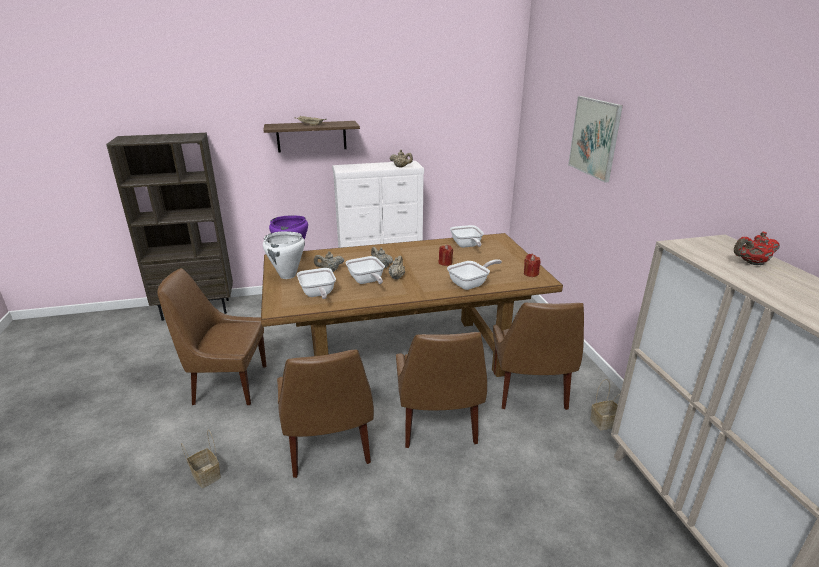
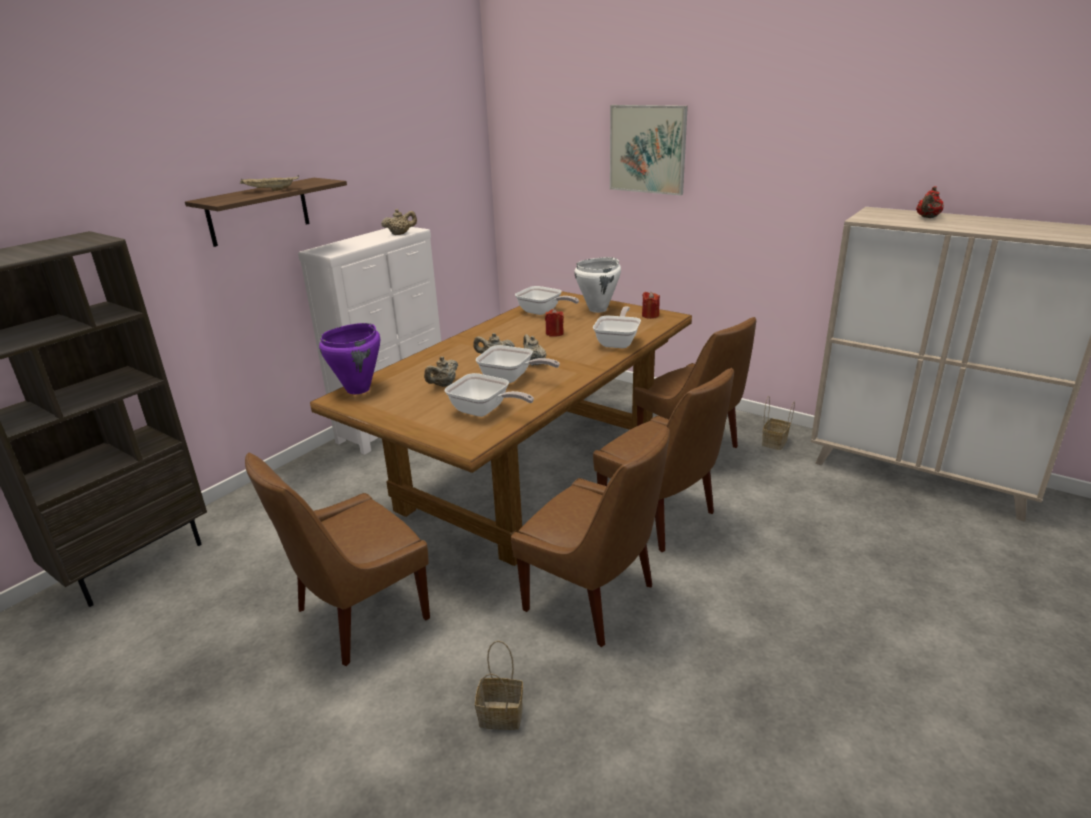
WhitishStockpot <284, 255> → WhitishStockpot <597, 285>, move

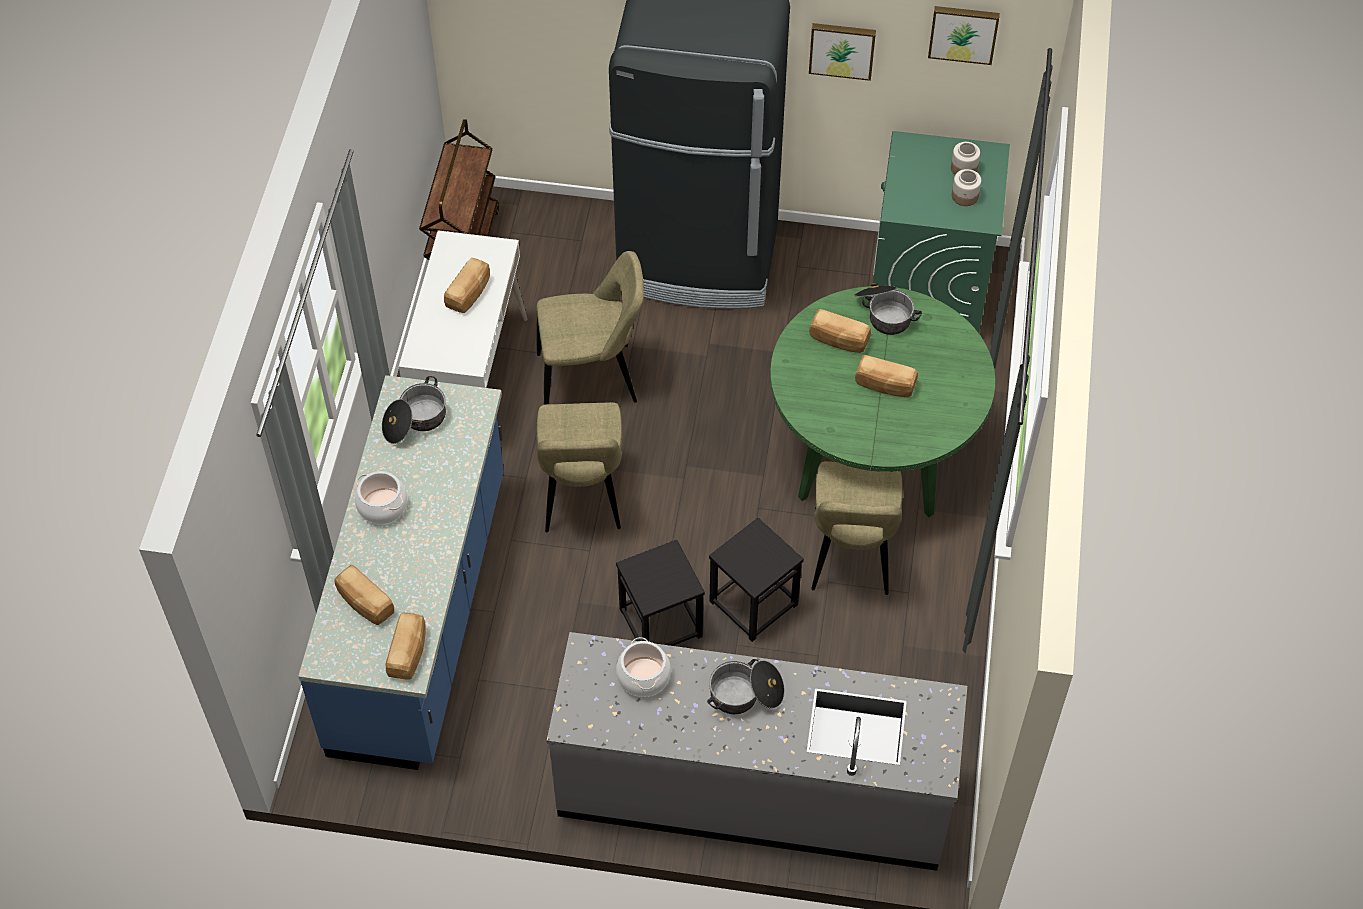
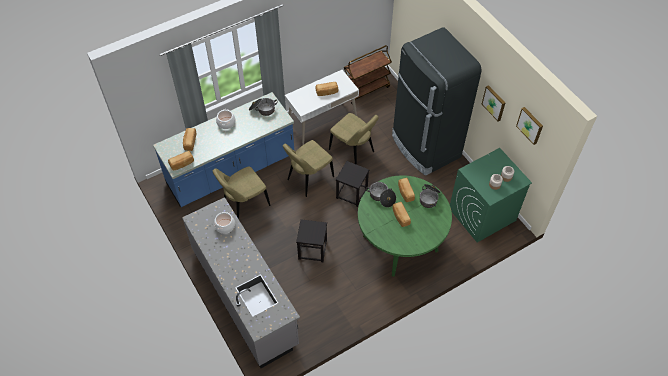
BlackishStoolSeat <660, 593> → BlackishStoolSeat <352, 184>, move
Stockpot <746, 686> → Stockpot <381, 194>, move
SandColouredPlainChair <857, 528> → SandColouredPlainChair <242, 192>, move

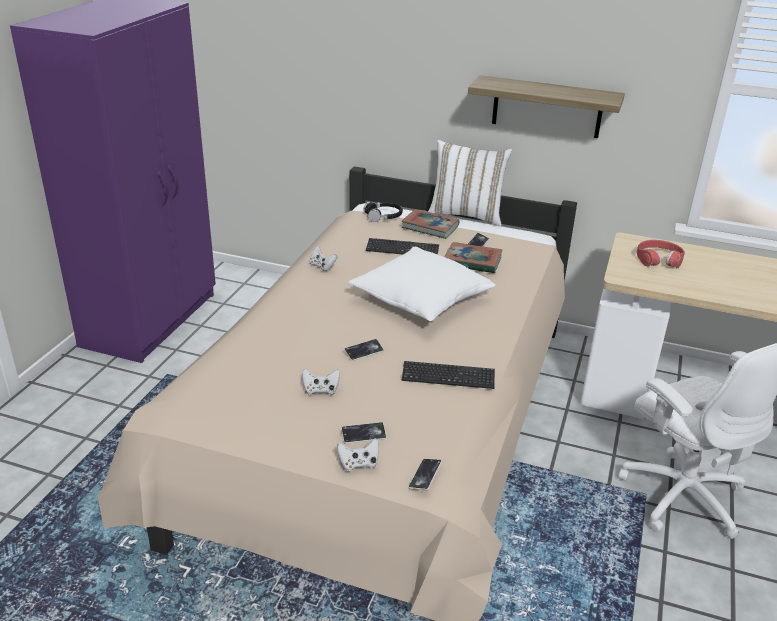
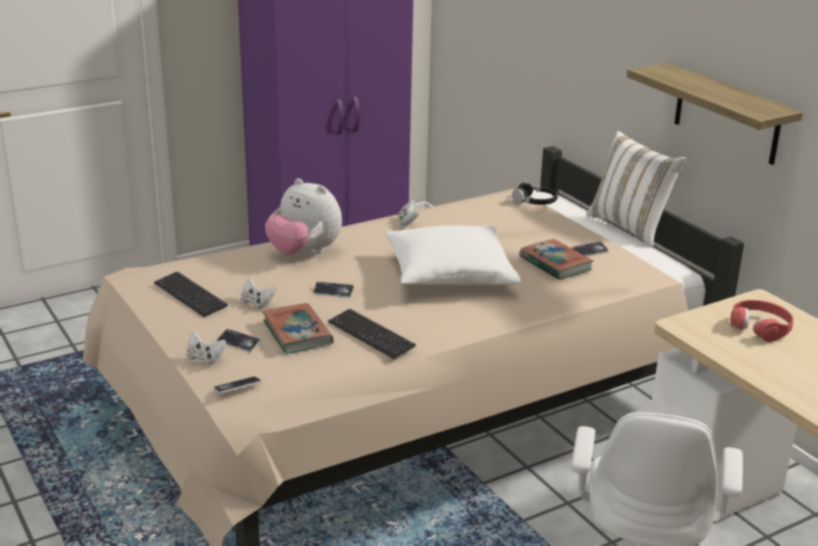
- → CuddlyToy <303, 216>
PcKeyboard <402, 246> → PcKeyboard <191, 294>, move
Volume <430, 224> → Volume <298, 328>, move

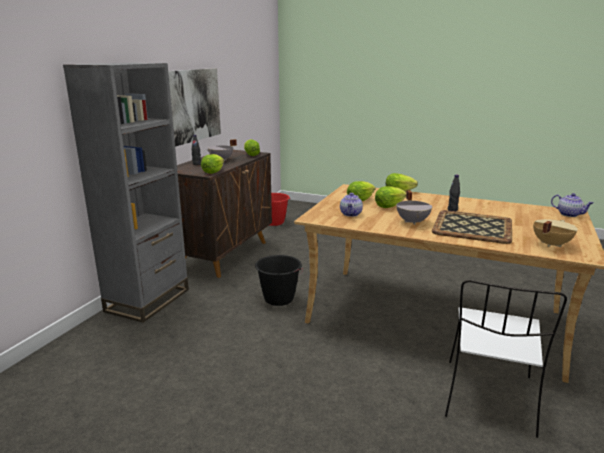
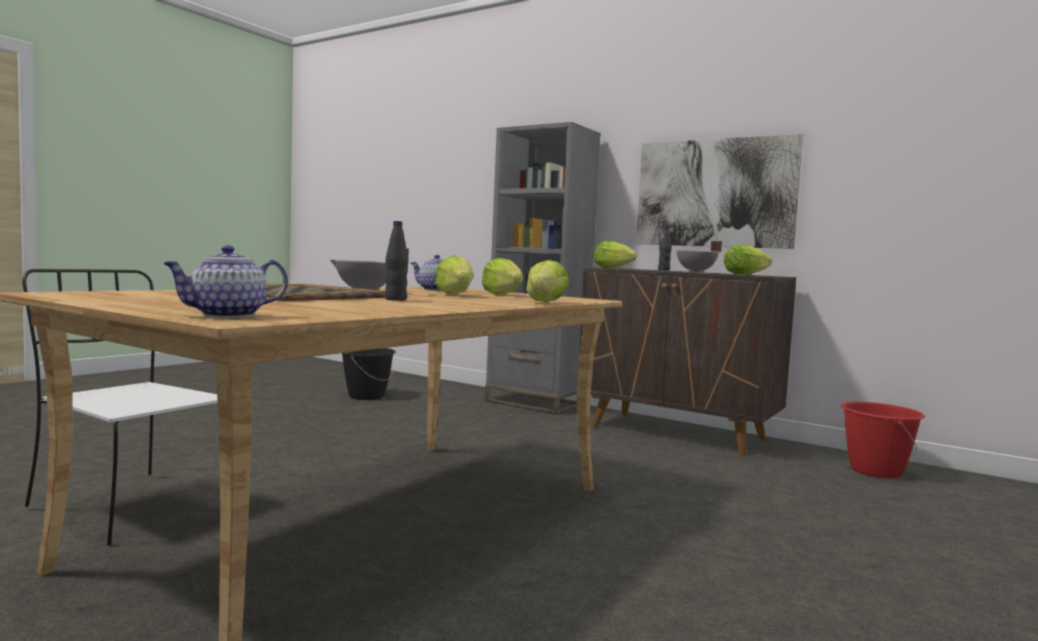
SandColouredStockpot <555, 233> → -
BlackishWaterBucket <279, 280> → BlackishWaterBucket <369, 374>, move

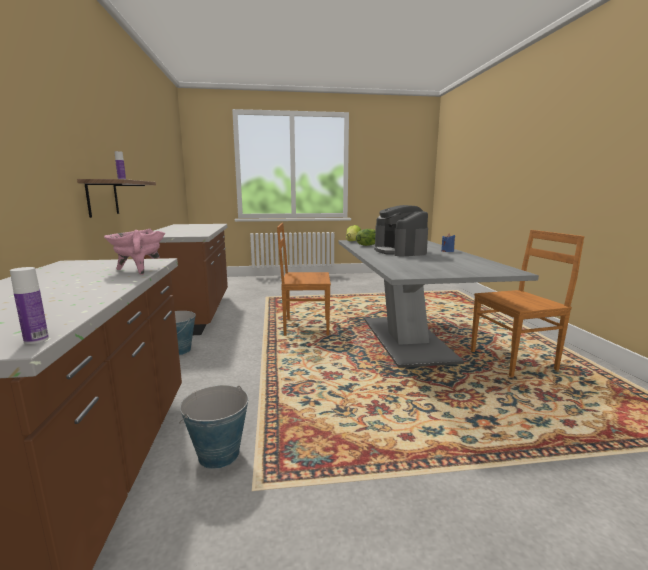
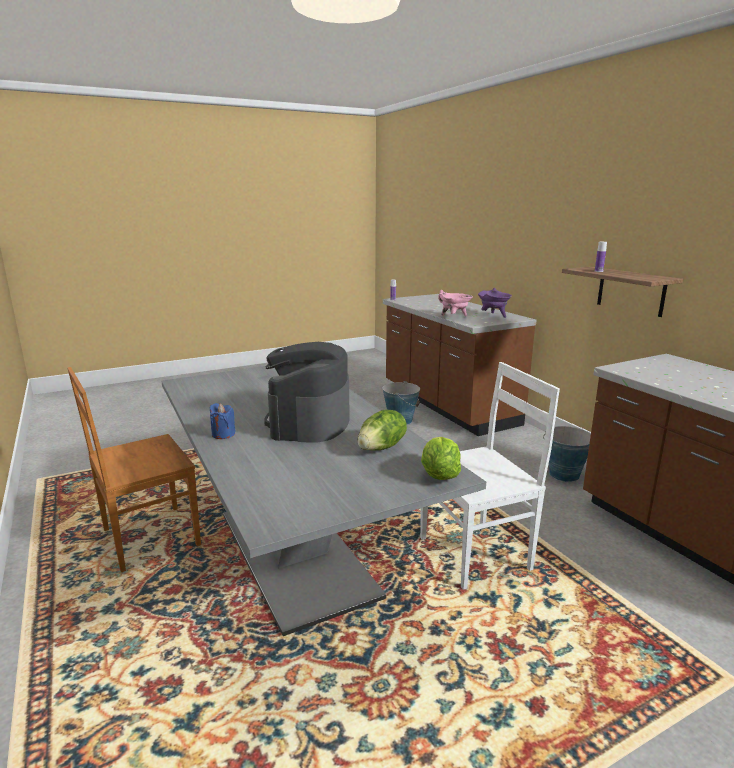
- → PurpleColouredStockpot <495, 302>
BrownPlainChair <304, 279> → WhitishPlainChair <490, 476>
CoffeeMaker <401, 231> → CoffeeMaker <307, 392>, 135 degrees counterclockwise

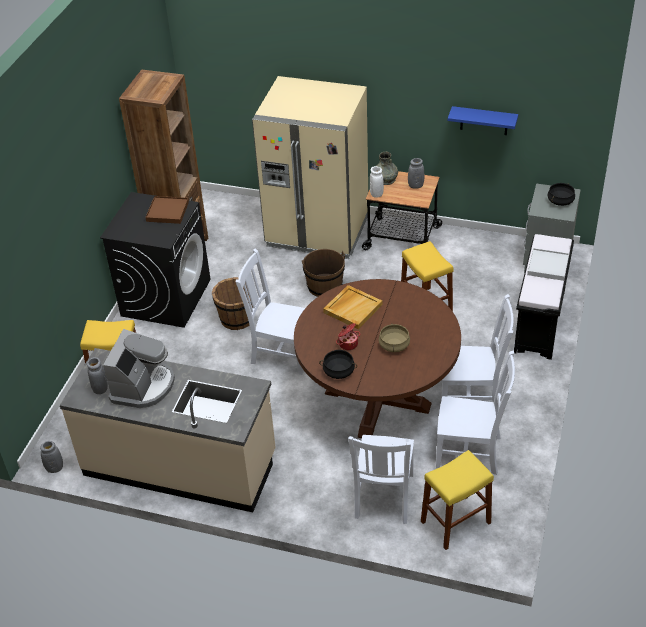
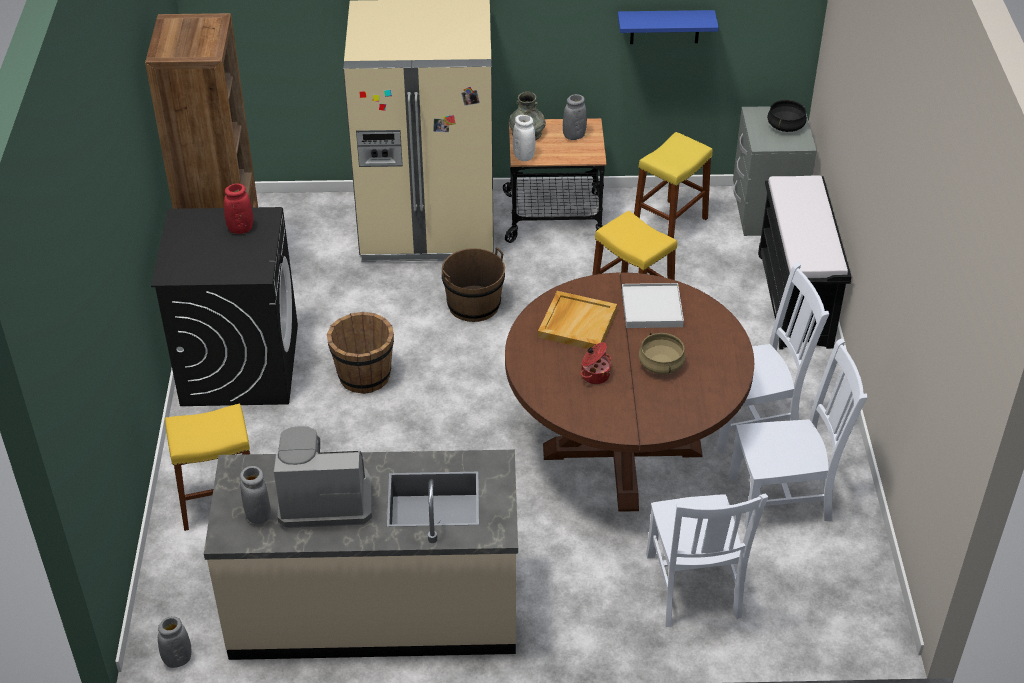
WhitishPlainChair <270, 312> → -
BlackishStockpot <338, 364> → -
YellowColouredStoolSeat <457, 500> → YellowColouredStoolSeat <673, 185>, move
WhitishServingTray <548, 264> → WhitishServingTray <653, 305>, move
BrownServingTray <167, 210> → RedDecorativeVase <238, 208>
CoffeeMaker <139, 368> → CoffeeMaker <323, 477>, 90 degrees counterclockwise

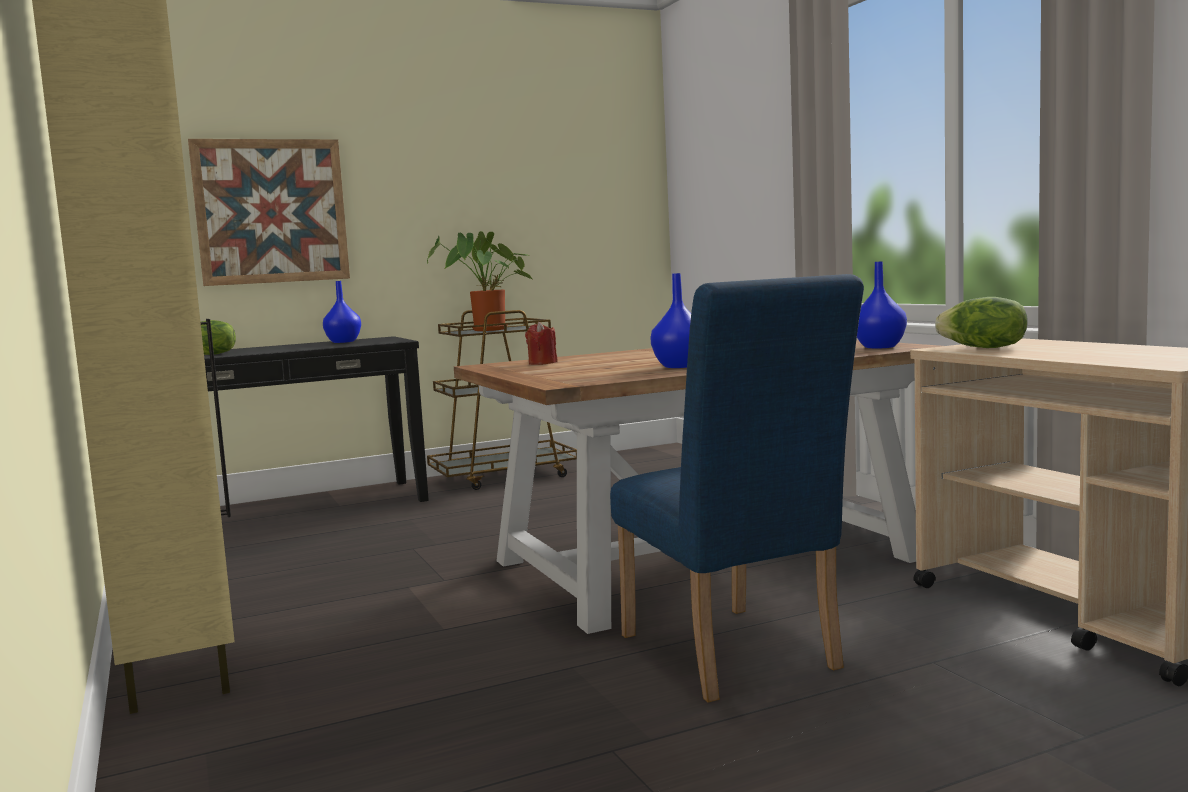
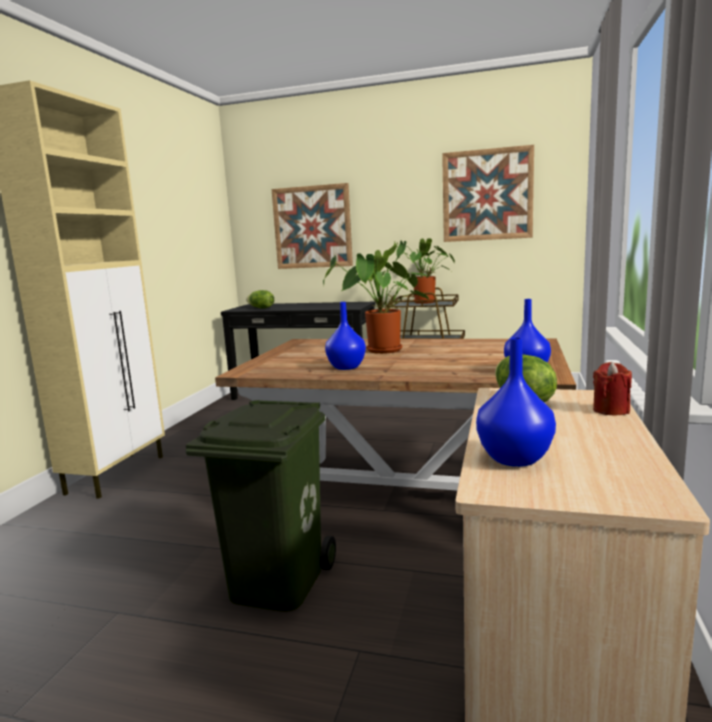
- → PottedPlant <376, 302>
- → WallPicture <488, 193>
BluishDecorativeVase <342, 312> → BluishDecorativeVase <516, 402>, move
RedWaxCandle <541, 343> → RedWaxCandle <612, 388>, move
BluishPlainChair <737, 488> → GreenColouredRubbishBin <261, 506>

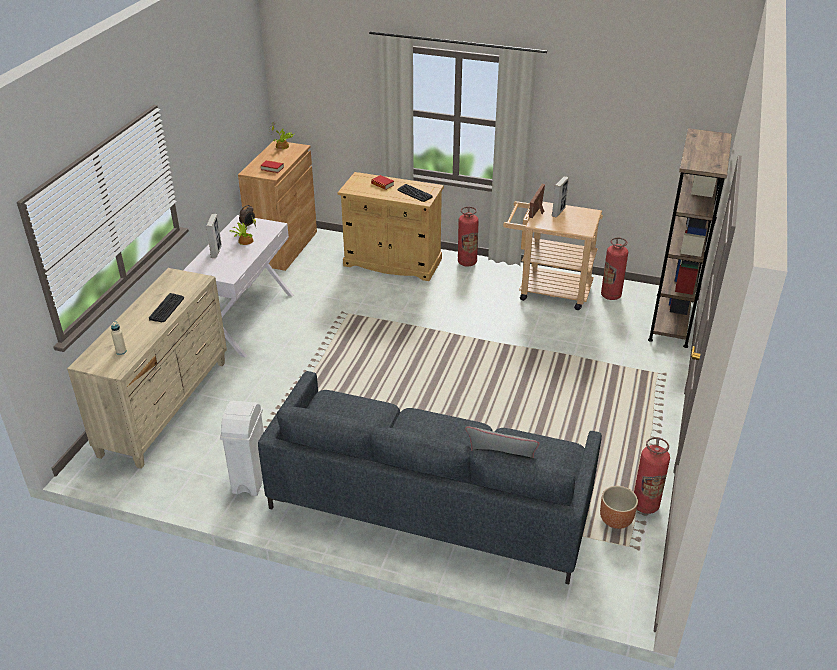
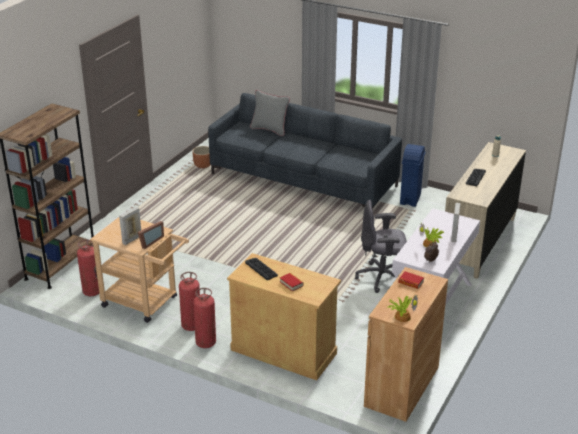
- → GreyDeskChair <381, 246>
FireFightingCylinder <652, 475> → FireFightingCylinder <189, 301>, move
WhitishRubbishBin <242, 448> → BluishRubbishBin <413, 175>

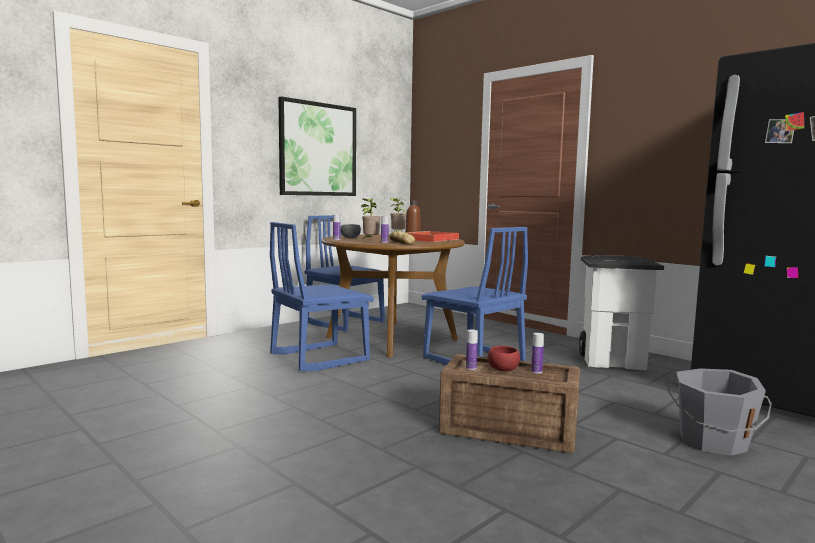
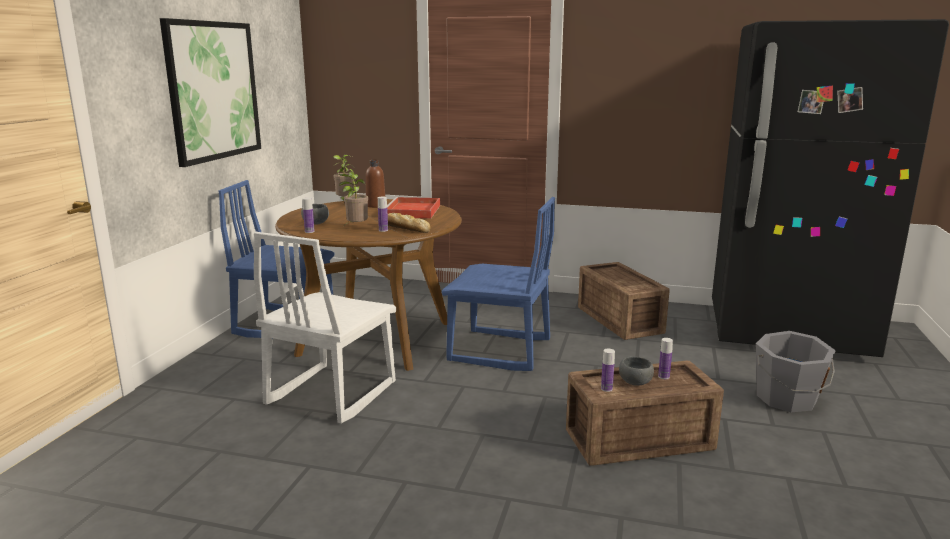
WhitishRubbishBin <621, 312> → Crate <624, 301>
BluishPlainChair <322, 296> → WhitishPlainChair <325, 327>
RedDeepDish <504, 358> → GreyDeepDish <636, 371>

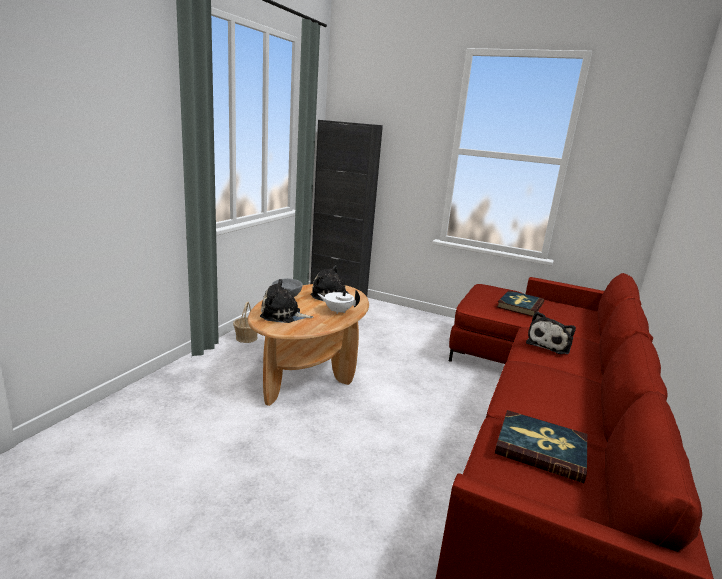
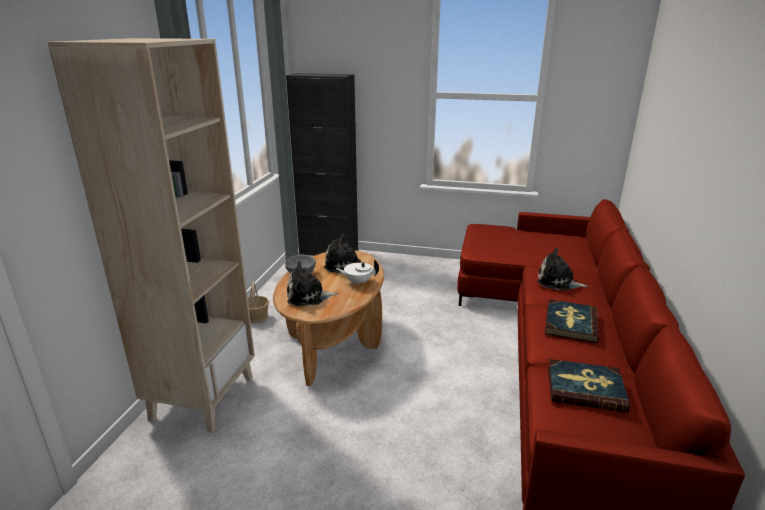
- → SandColouredBookcase <151, 235>
Volume <520, 303> → Volume <572, 321>, move
CuddlyToy <551, 332> → CuddlyToy <562, 269>, 90 degrees clockwise

